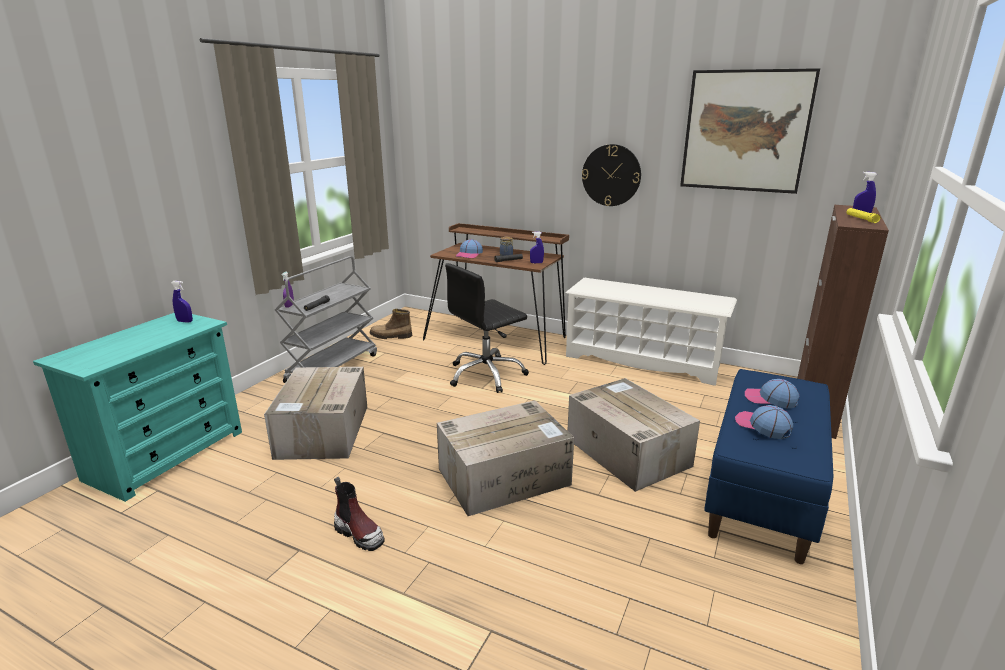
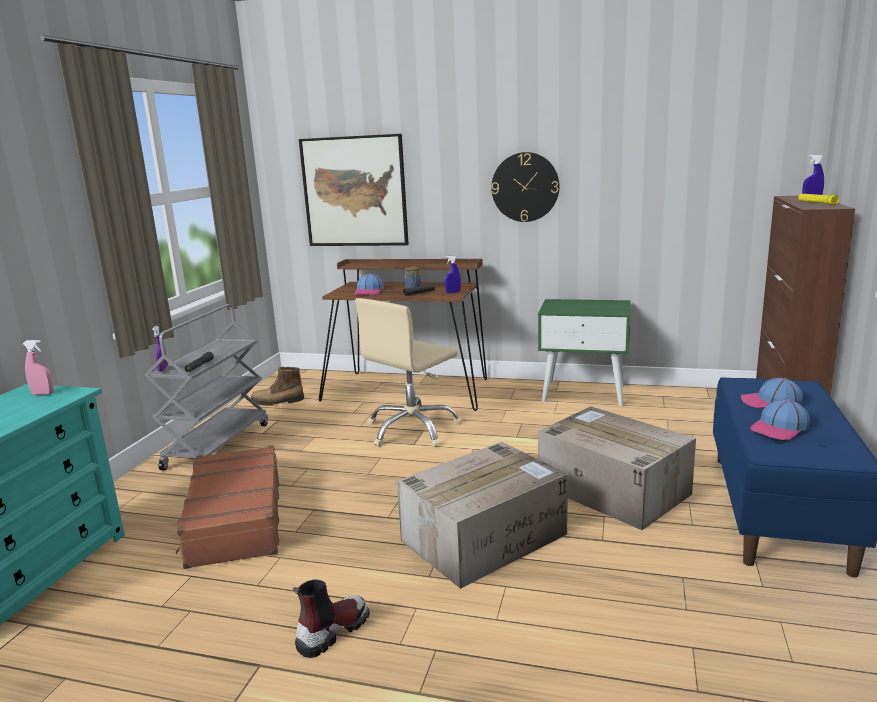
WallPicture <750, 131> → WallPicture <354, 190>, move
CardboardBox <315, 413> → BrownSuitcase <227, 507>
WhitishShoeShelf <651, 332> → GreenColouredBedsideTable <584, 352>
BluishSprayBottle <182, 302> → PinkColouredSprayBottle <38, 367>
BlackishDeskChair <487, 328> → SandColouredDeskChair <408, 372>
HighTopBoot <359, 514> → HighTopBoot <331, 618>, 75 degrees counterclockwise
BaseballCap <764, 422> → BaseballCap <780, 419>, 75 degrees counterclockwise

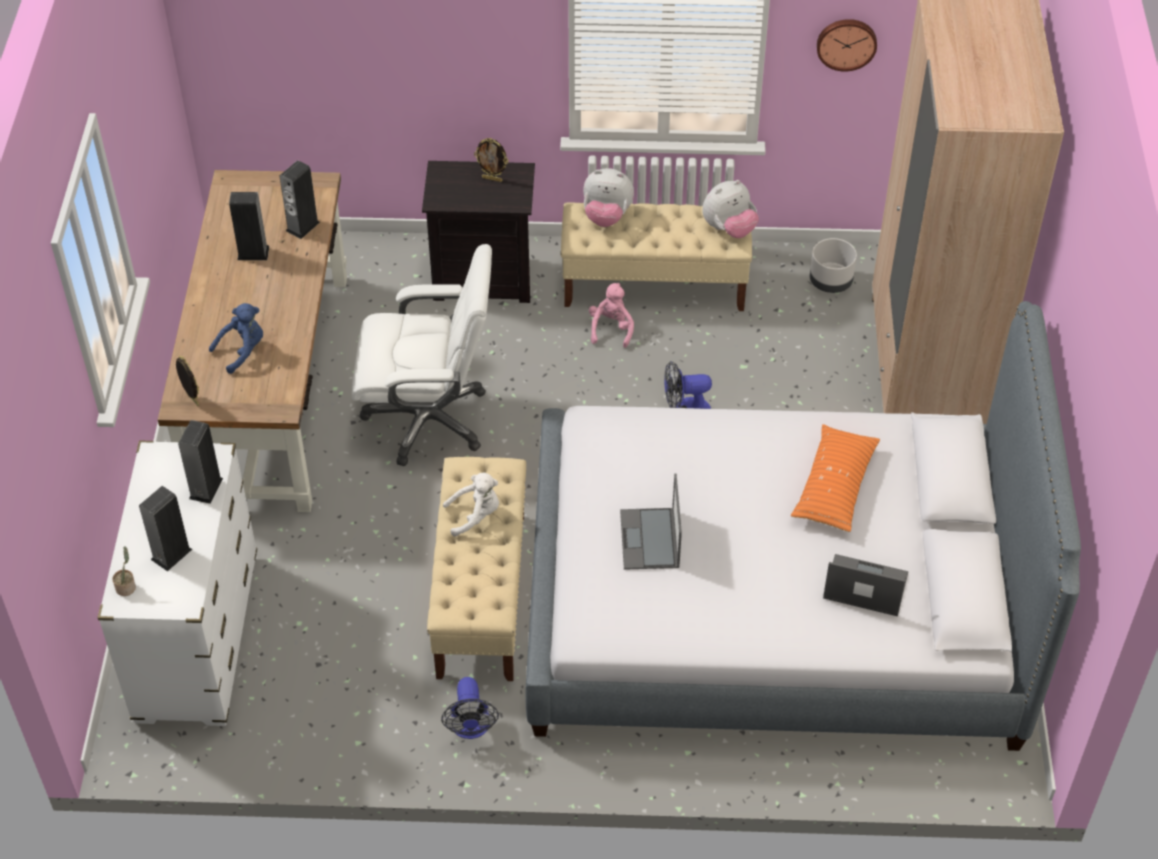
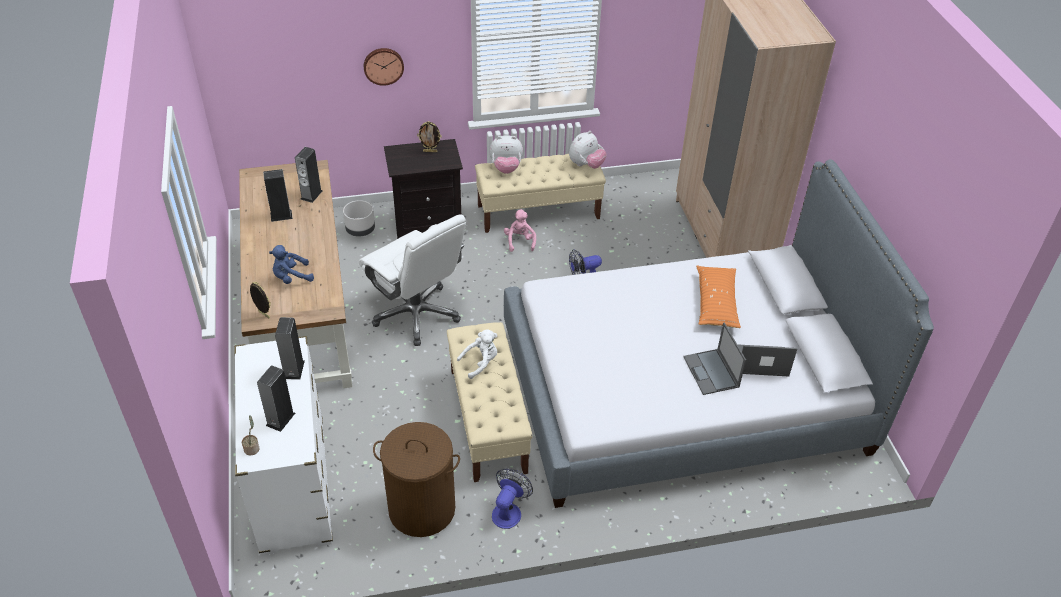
- → BrownWashingBasket <416, 479>
Laptop <651, 522> → Laptop <714, 358>, move
GreyPlanter <833, 265> → GreyPlanter <359, 218>, move
ClockOnTheWall <847, 45> → ClockOnTheWall <384, 67>, move
BluishCuddlyToy <236, 338> → BluishCuddlyToy <291, 264>, 150 degrees counterclockwise
WhitishDeskChair <422, 355> → WhitishDeskChair <412, 280>, 60 degrees clockwise
CoolingFan <470, 708> → CoolingFan <512, 498>, 135 degrees counterclockwise

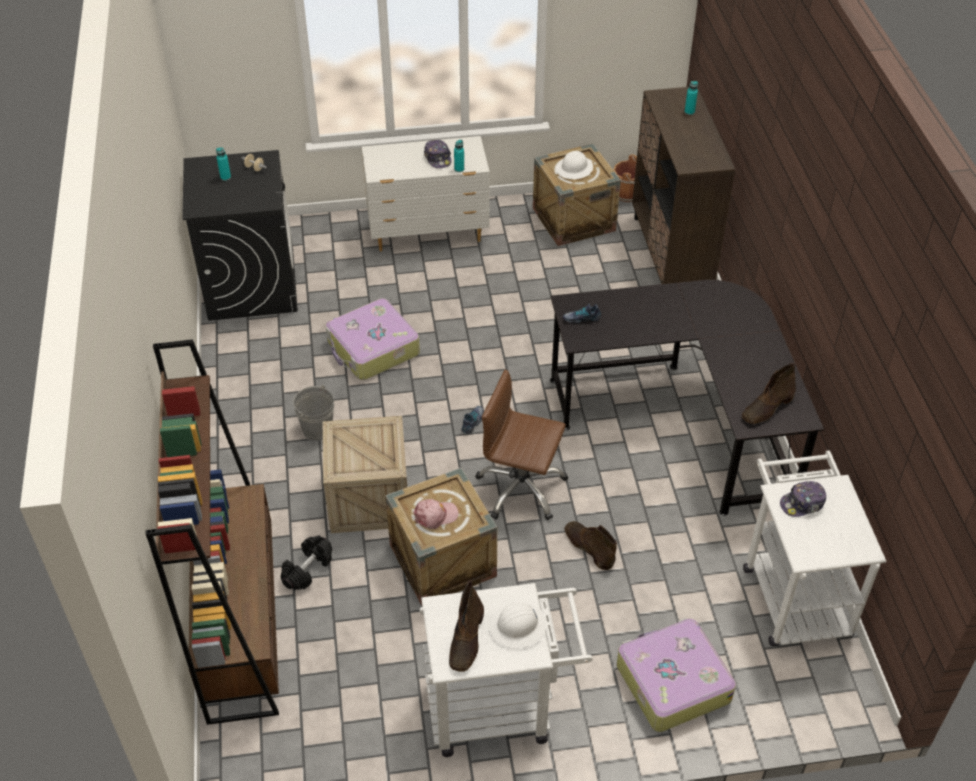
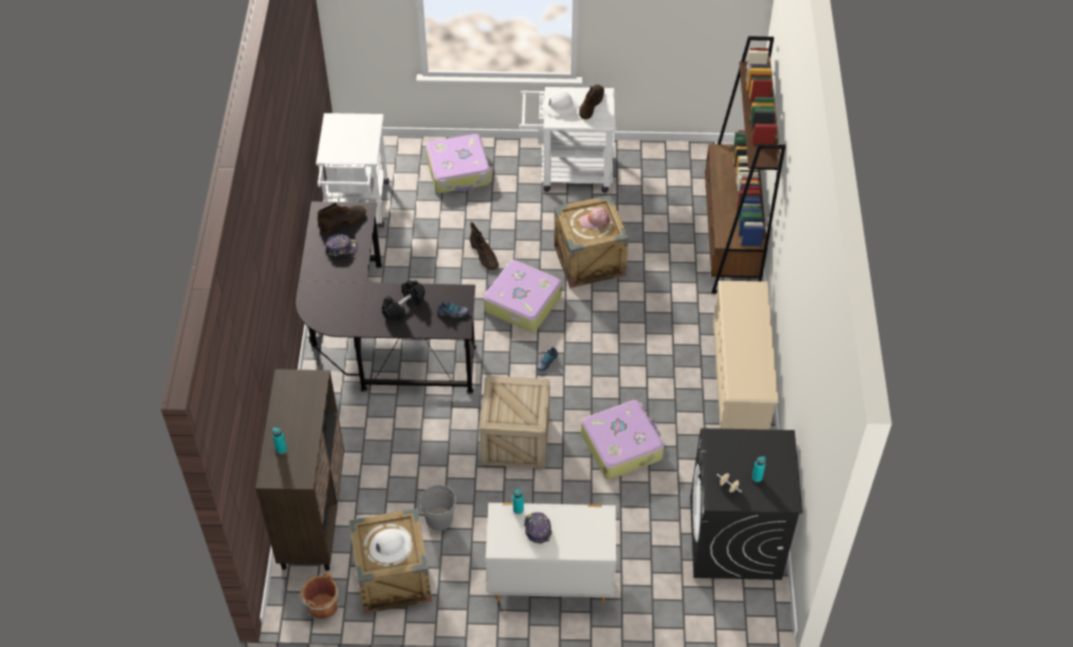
- → SandColouredShoeShelf <745, 355>
BlackishDumbbell <306, 562> → BlackishDumbbell <403, 300>, move
GreyWaterBucket <313, 412> → GreyWaterBucket <438, 508>, move
Crate <365, 474> → Crate <514, 422>, move
BaseballCap <803, 499> → BaseballCap <342, 245>, move
BrownDeskChair <522, 444> → Suitcase <523, 296>

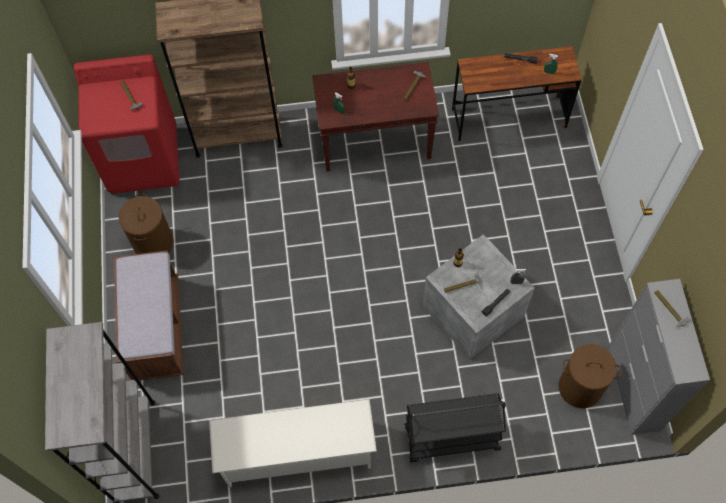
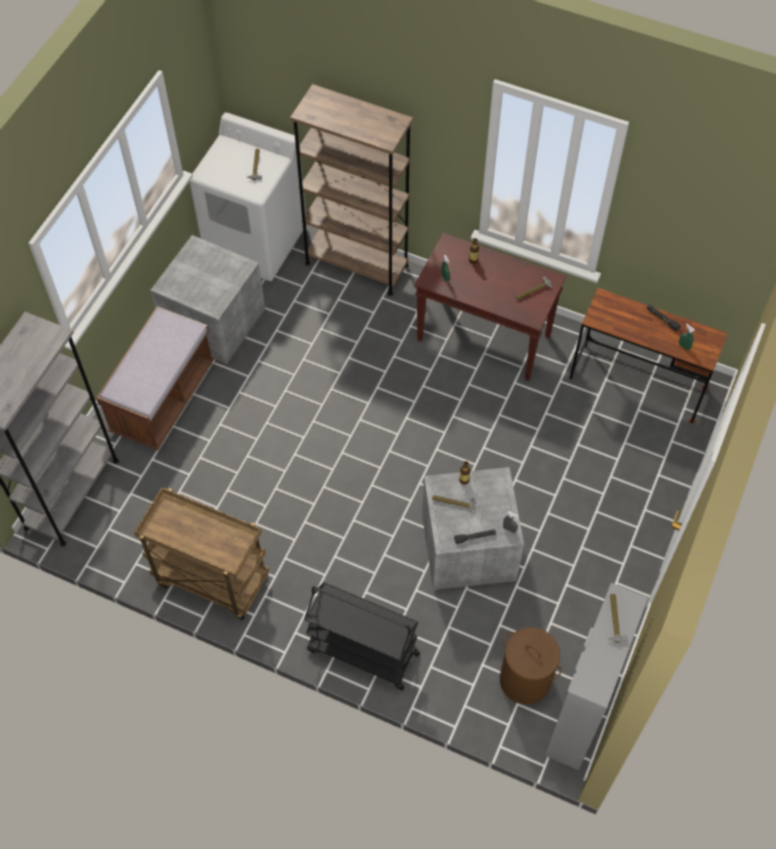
BrownWashingBasket <146, 223> → GreyStorageBin <207, 299>
WhitishShoeShelf <293, 443> → BrownCart <201, 554>
RedWashingMachine <126, 124> → WhitishWashingMachine <247, 197>

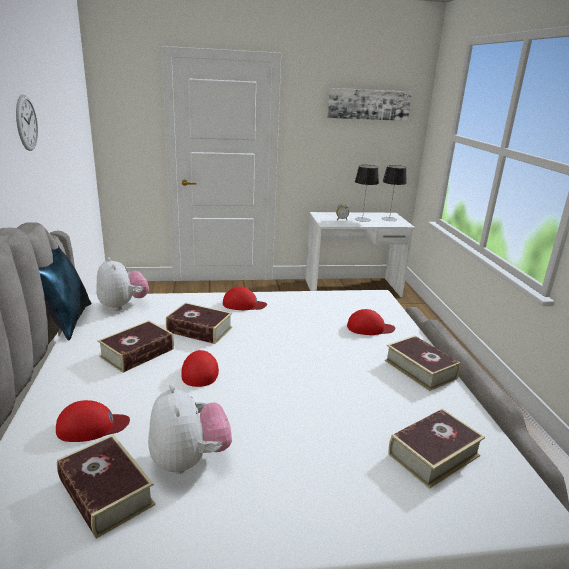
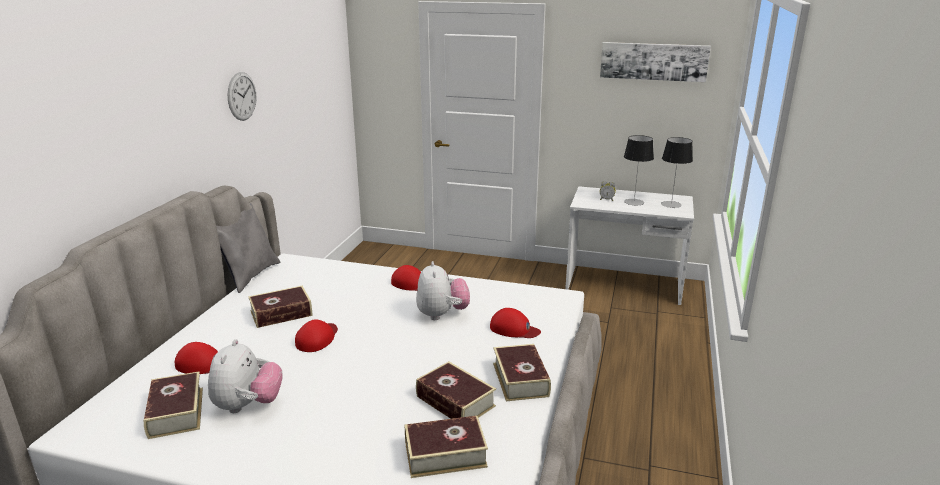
CuddlyToy <122, 284> → CuddlyToy <443, 290>, move
Volume <199, 323> → Volume <456, 390>, move
BluishThrowPillow <64, 292> → GreyThrowPillow <248, 248>

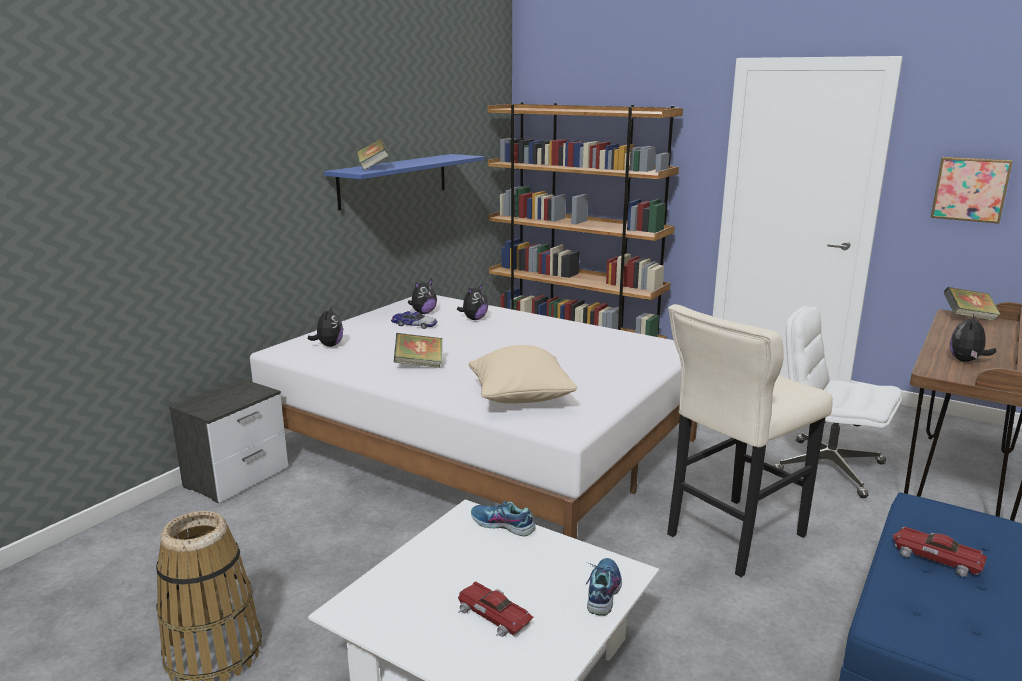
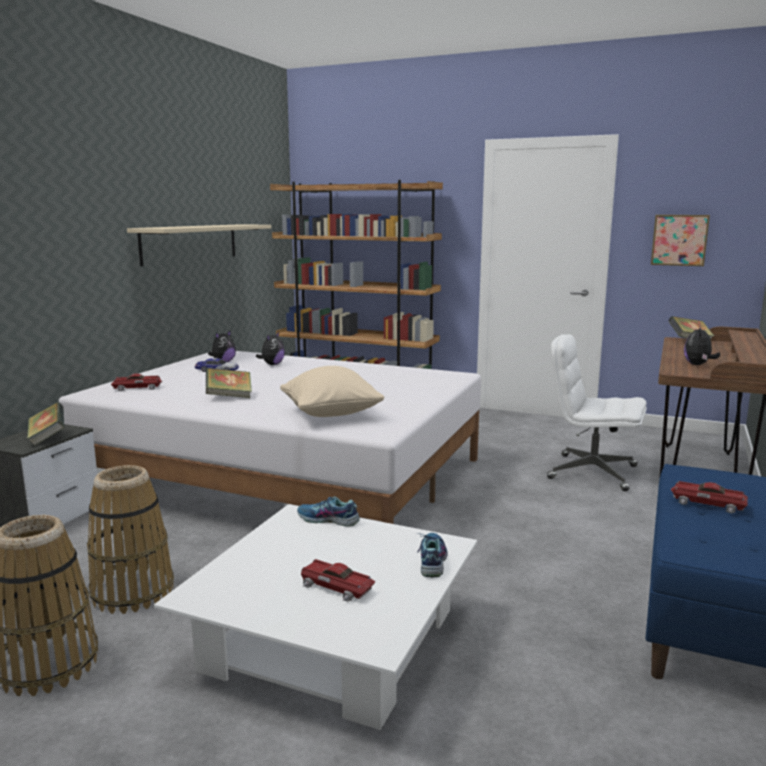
SandColouredStoolSeat <750, 440> → -
- → Basket <130, 539>
Volume <373, 154> → Volume <45, 424>, move
CuddlyToy <325, 326> → MiniatureCar <136, 382>
BluishWallShelf <404, 182> → SandColouredWallShelf <199, 245>

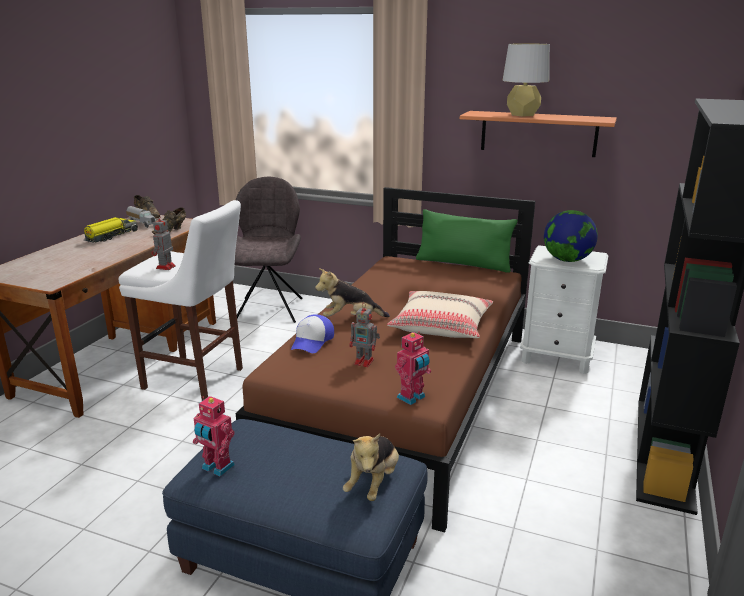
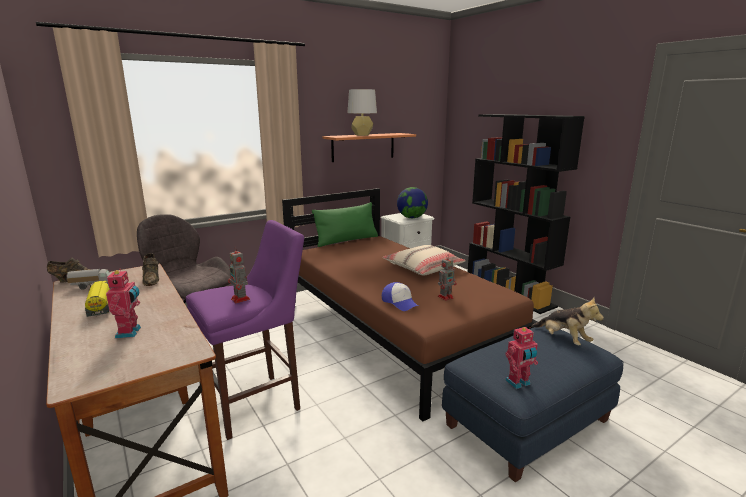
CuddlyToy <352, 292> → -
ModelRobot <413, 368> → ModelRobot <123, 303>, move
WhitishStoolSeat <181, 300> → PurpleColouredStoolSeat <245, 330>

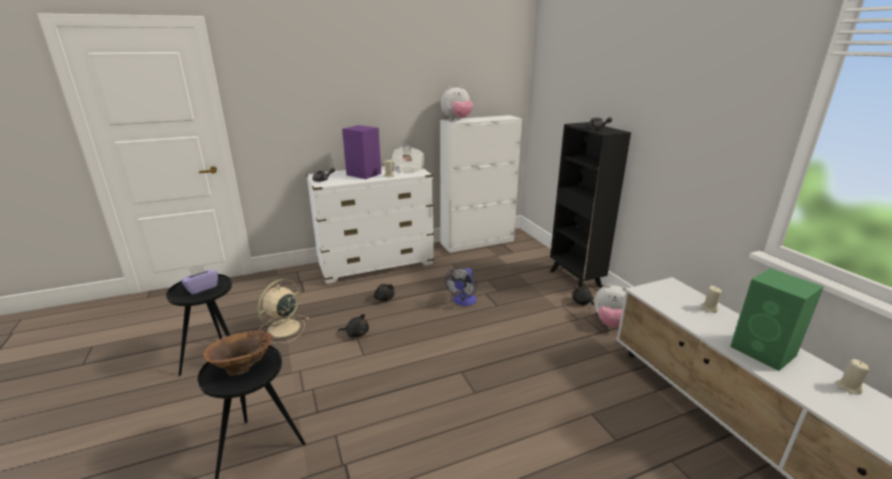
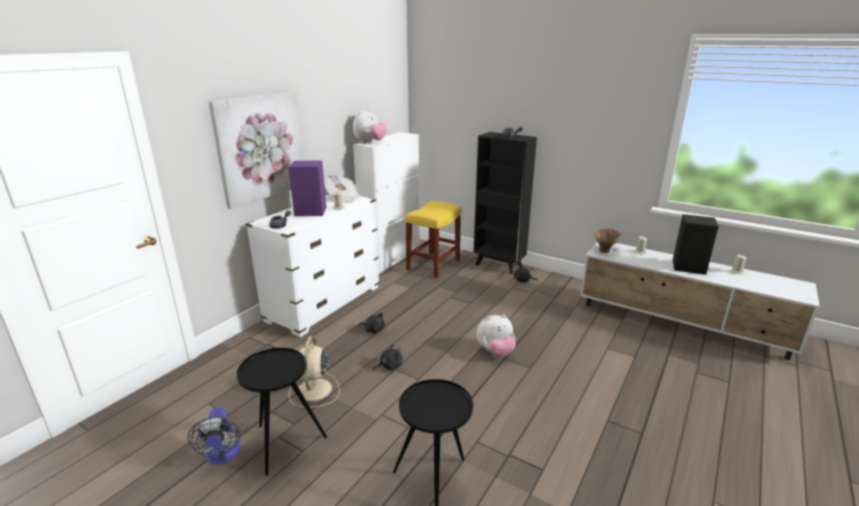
PurpleColouredTissueHolder <199, 279> → -
- → WallPicture <256, 150>
- → YellowColouredStoolSeat <433, 239>
BrownDecorativeVase <238, 353> → BrownDecorativeVase <608, 240>, move
CoolingFan <461, 287> → CoolingFan <214, 435>, move
CuddlyToy <610, 305> → CuddlyToy <496, 335>, move
GreenColouredLoudspeaker <777, 319> → BlackishLoudspeaker <696, 244>

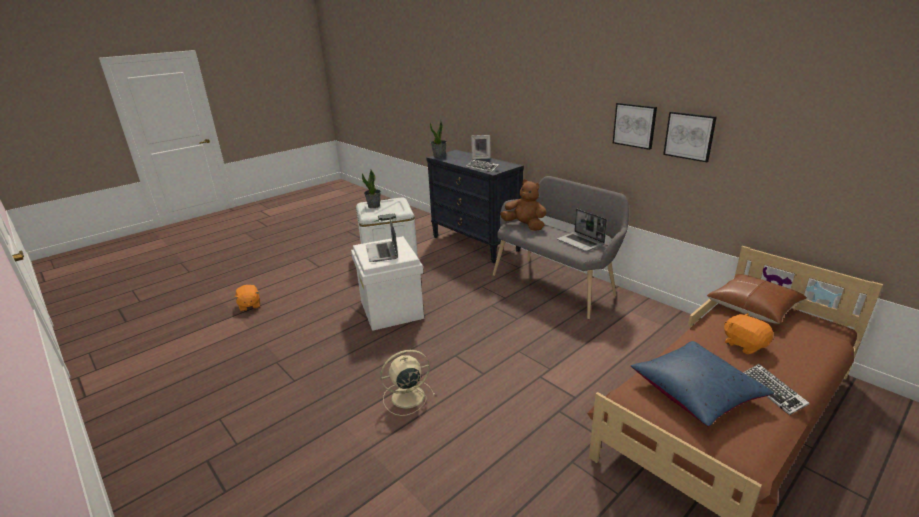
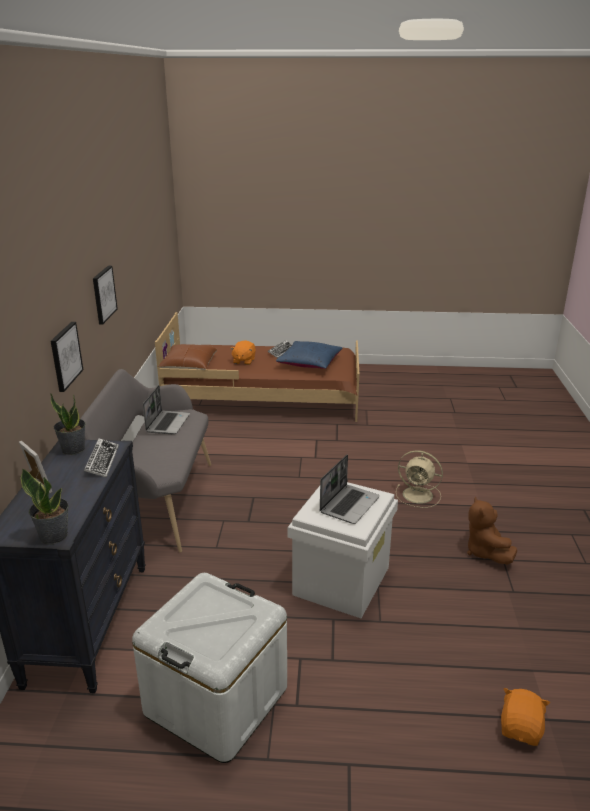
PottedPlant <371, 189> → PottedPlant <67, 424>, move
BrownCuddlyToy <523, 205> → BrownCuddlyToy <492, 530>, move
WallPicture <690, 136> → WallPicture <67, 357>, move

